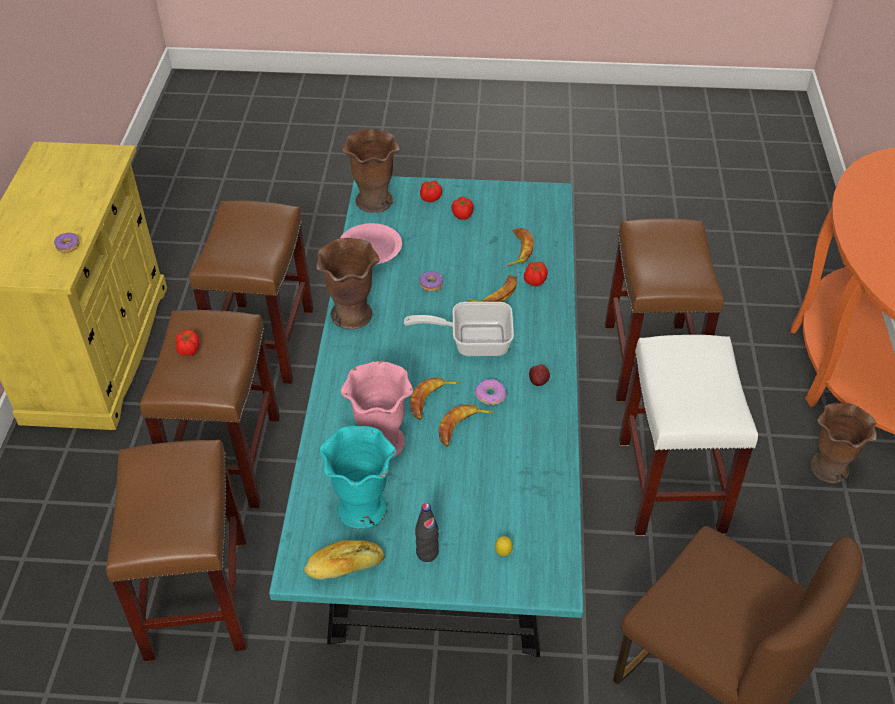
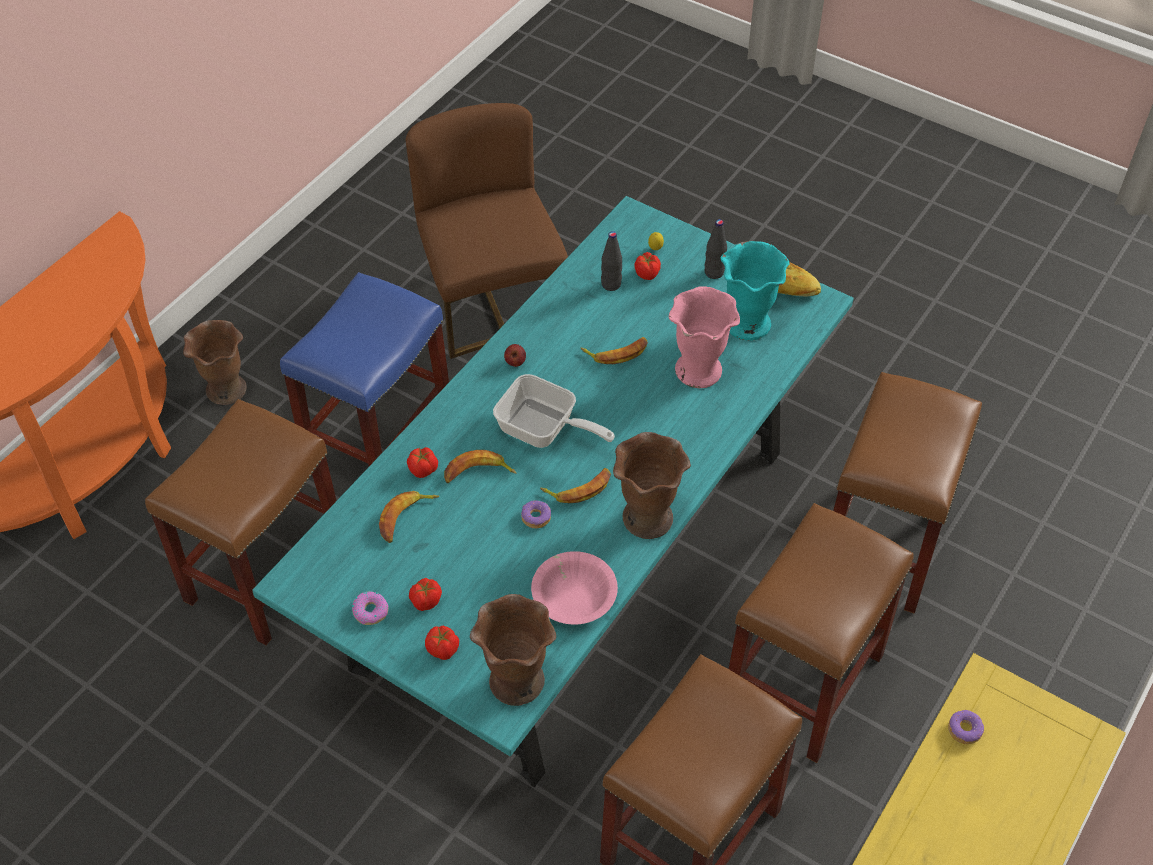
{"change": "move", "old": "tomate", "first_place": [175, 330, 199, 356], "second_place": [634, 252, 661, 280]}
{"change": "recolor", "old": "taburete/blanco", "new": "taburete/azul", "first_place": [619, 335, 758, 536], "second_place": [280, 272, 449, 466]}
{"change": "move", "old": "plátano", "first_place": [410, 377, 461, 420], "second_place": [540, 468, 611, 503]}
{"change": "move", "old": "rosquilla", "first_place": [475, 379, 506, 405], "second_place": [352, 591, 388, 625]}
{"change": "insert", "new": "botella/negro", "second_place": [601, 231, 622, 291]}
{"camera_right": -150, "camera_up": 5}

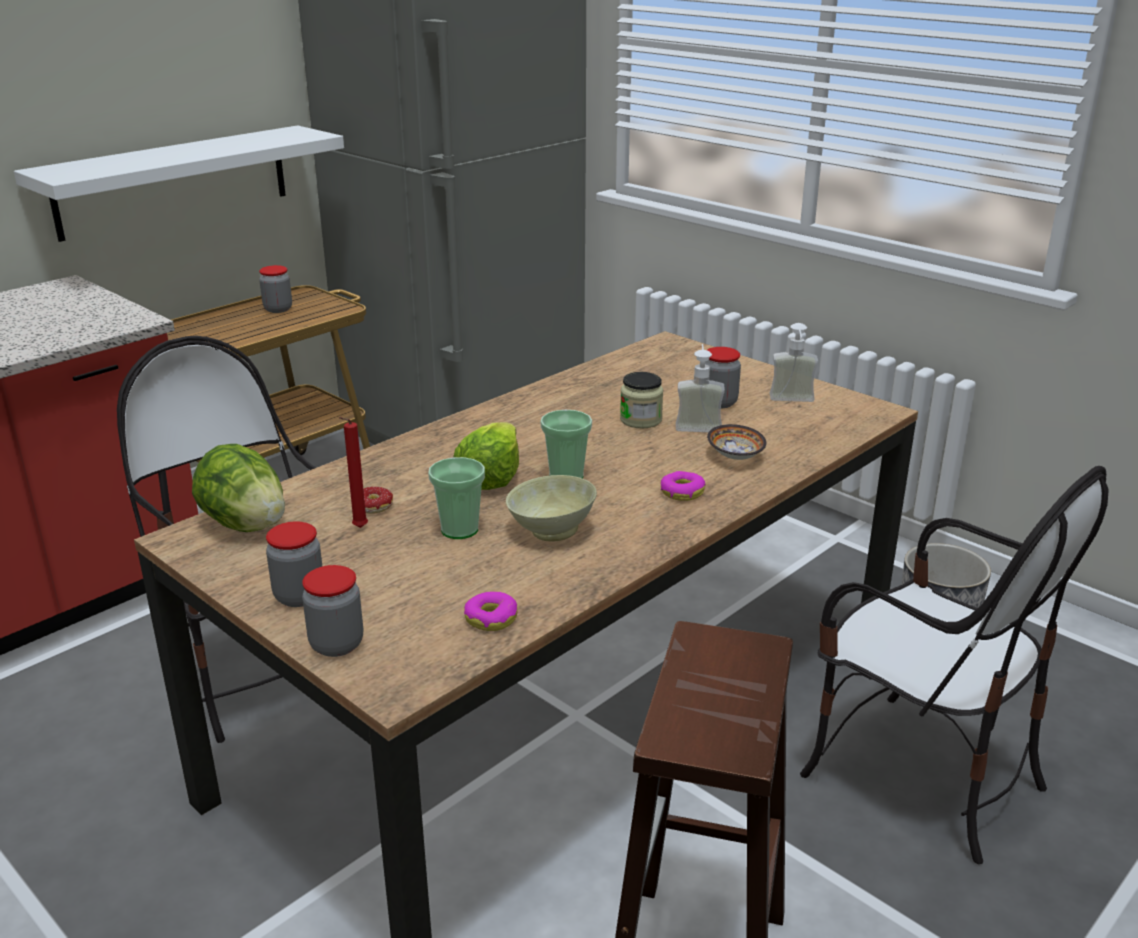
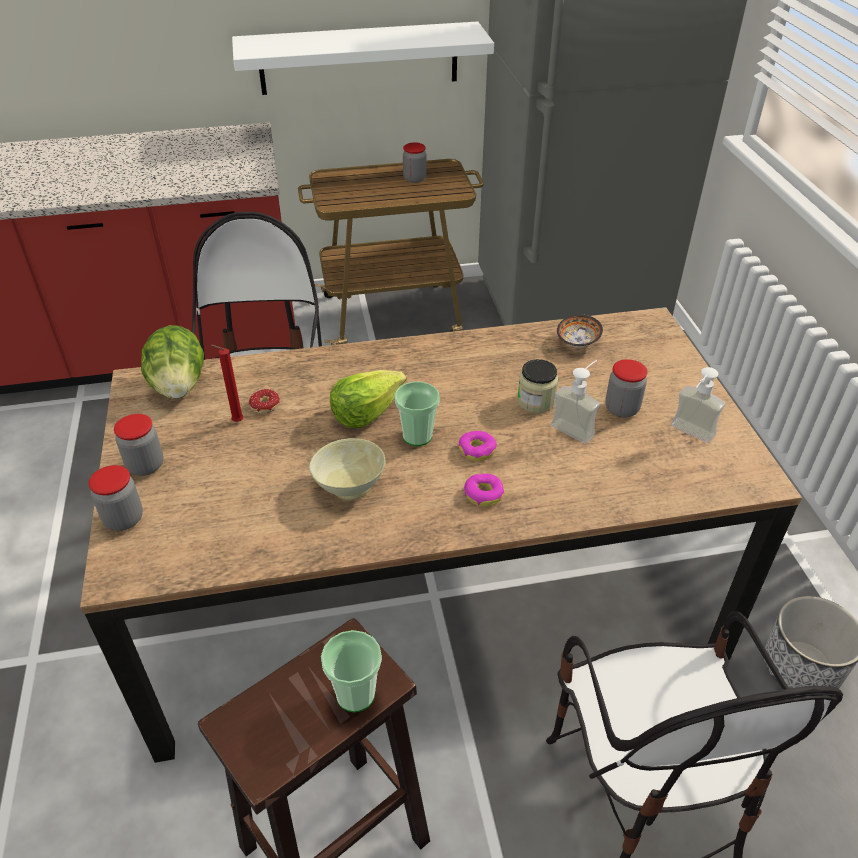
{"change": "move", "old": "cuenco", "first_place": [707, 424, 766, 460], "second_place": [557, 315, 603, 347]}
{"change": "move", "old": "taza", "first_place": [428, 457, 485, 539], "second_place": [321, 630, 382, 713]}
{"change": "move", "old": "rosquilla", "first_place": [464, 591, 518, 631], "second_place": [459, 431, 497, 461]}
{"camera_right": 35, "camera_up": 15}

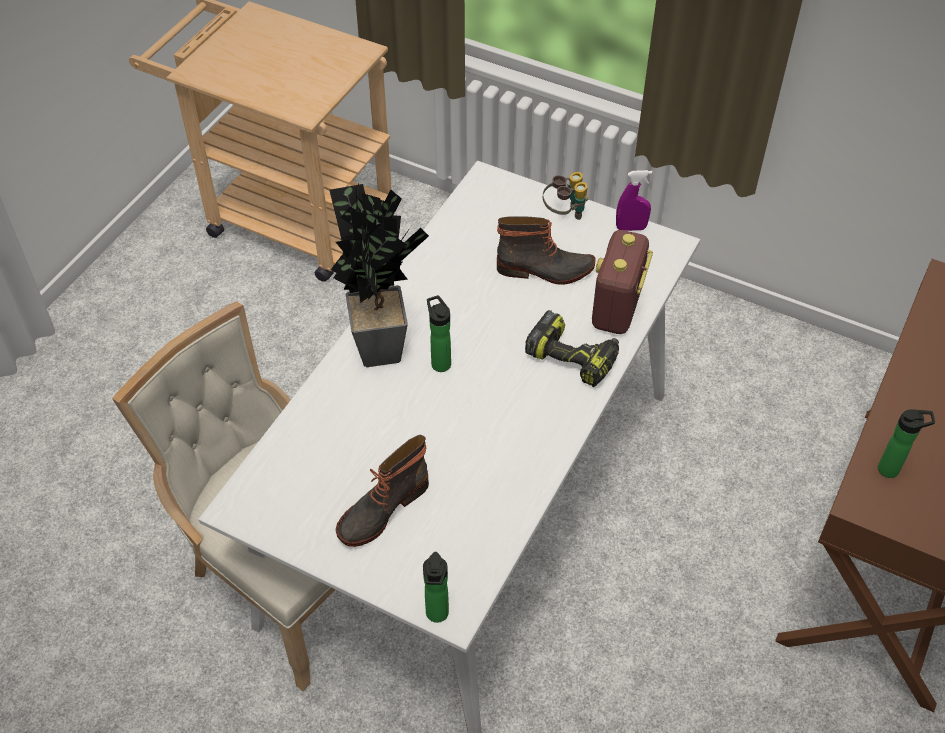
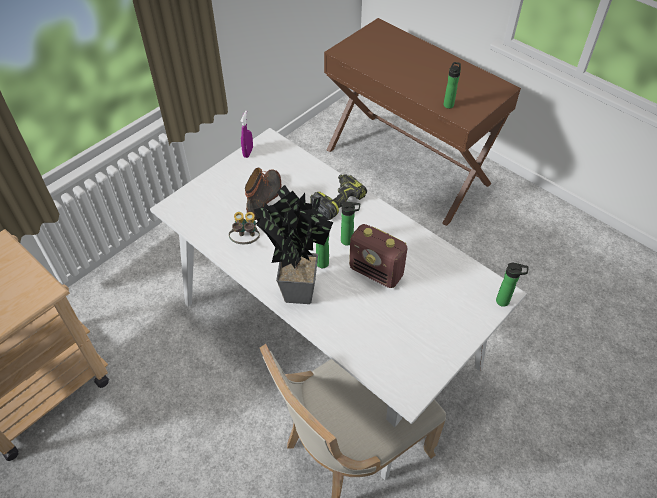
{"change": "move", "old": "prismáticos", "first_place": [543, 172, 589, 220], "second_place": [229, 212, 260, 244]}
{"change": "move", "old": "radio", "first_place": [592, 230, 653, 334], "second_place": [349, 224, 408, 288]}
{"change": "delete", "old": "bota", "first_place": [336, 435, 429, 547]}
{"change": "insert", "new": "botella", "second_place": [341, 201, 360, 246]}
{"camera_right": -75, "camera_up": 0}

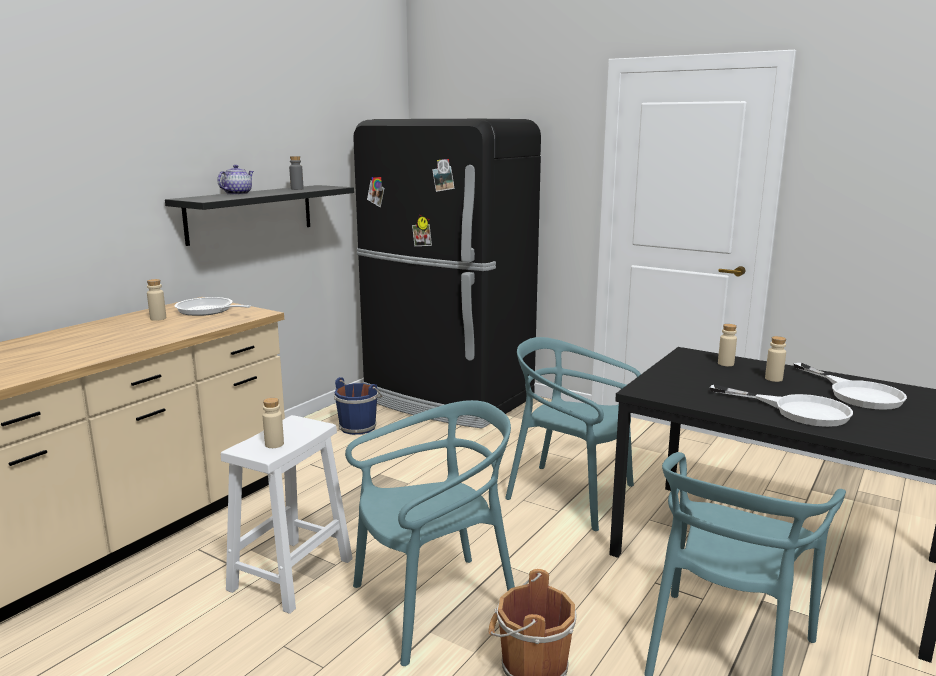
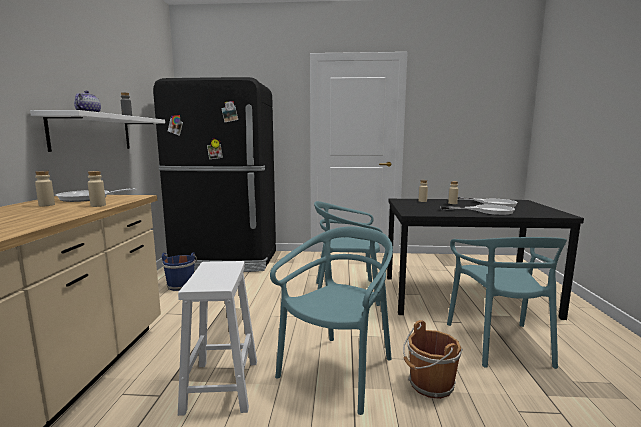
{"change": "recolor", "old": "estante/negro", "new": "estante/blanco", "first_place": [165, 185, 354, 246], "second_place": [30, 110, 165, 152]}
{"change": "move", "old": "botella/beis", "first_place": [263, 398, 284, 448], "second_place": [88, 171, 106, 207]}
{"camera_right": -30, "camera_up": -5}

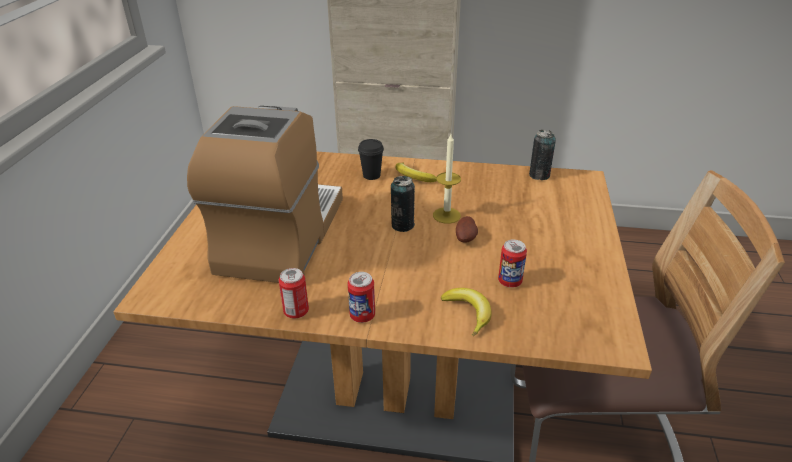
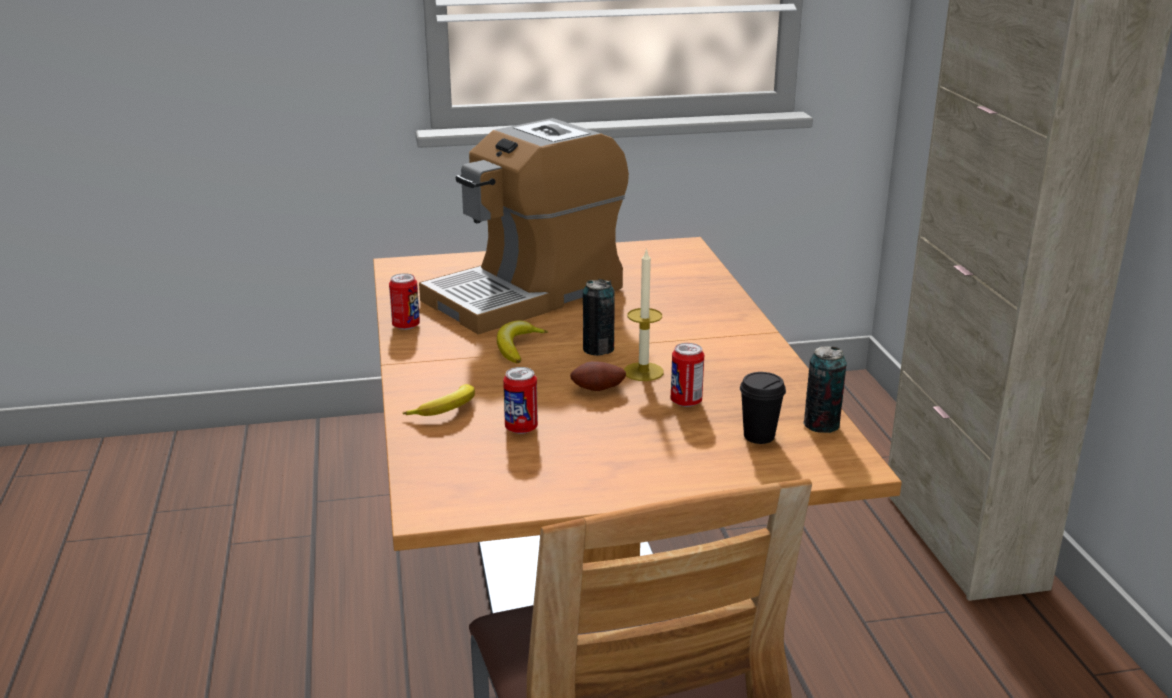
{"change": "rotate", "old": "cafetera", "first_place": [187, 106, 343, 283], "second_place": [419, 118, 629, 334], "degrees": 150}
{"change": "move", "old": "taza/negro", "first_place": [358, 139, 384, 180], "second_place": [740, 372, 786, 444]}
{"change": "move", "old": "plátano", "first_place": [396, 162, 437, 182], "second_place": [497, 320, 548, 363]}
{"change": "move", "old": "lata", "first_place": [347, 272, 375, 323], "second_place": [671, 343, 704, 407]}
{"camera_right": 70, "camera_up": -10}

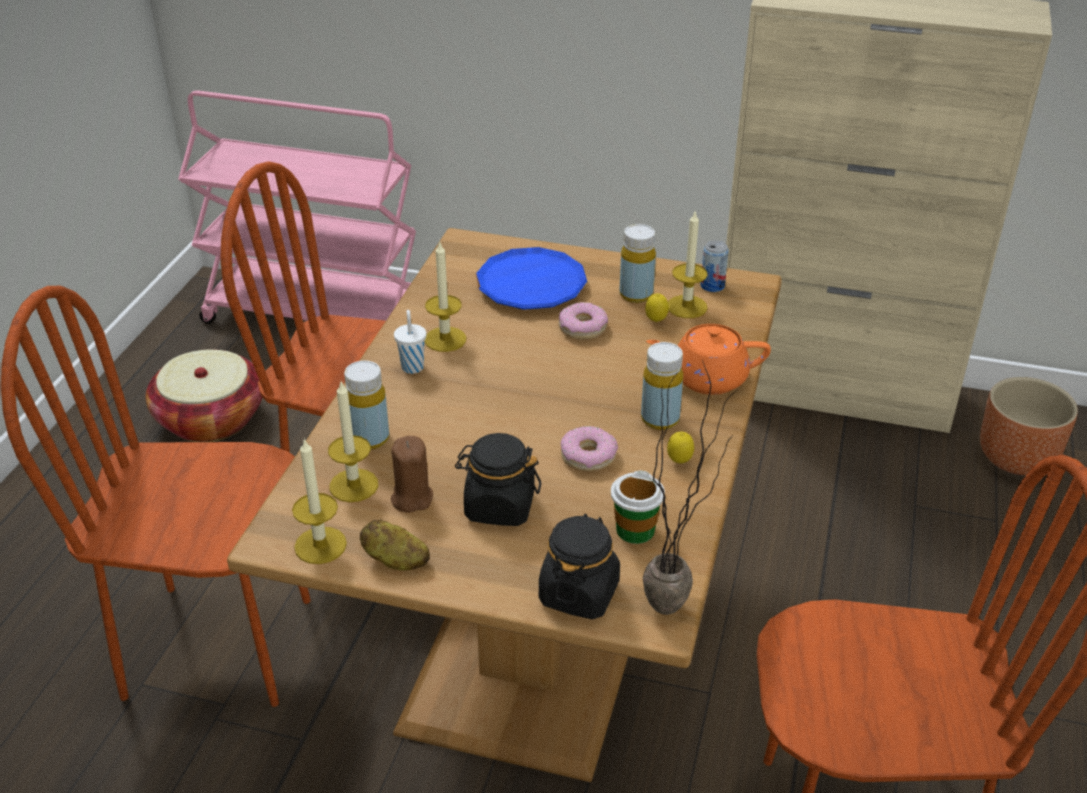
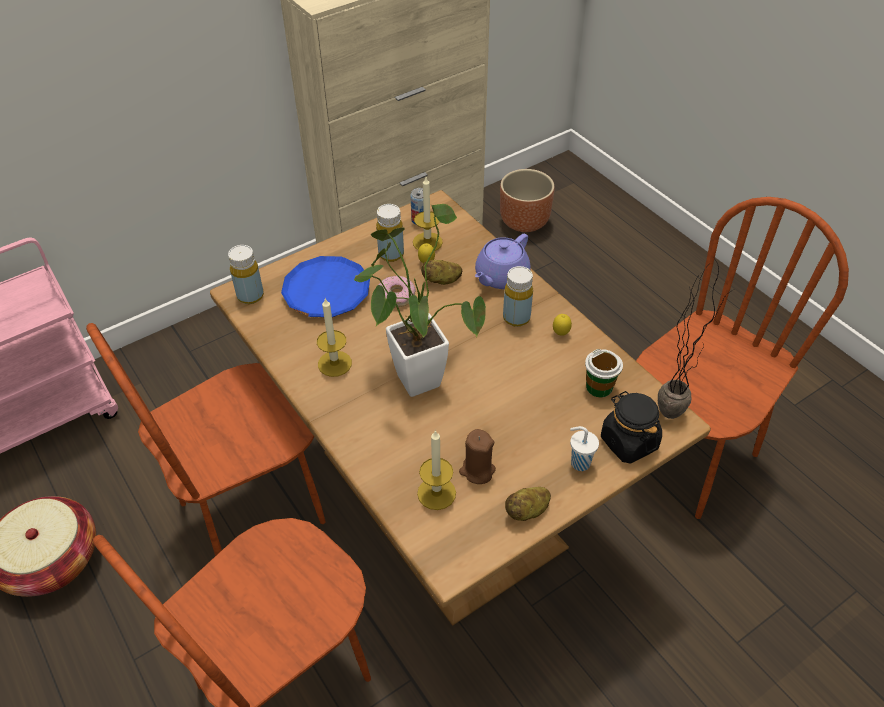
{"change": "move", "old": "taza/blanco", "first_place": [394, 310, 426, 374], "second_place": [570, 426, 599, 471]}
{"change": "recolor", "old": "tetera/naranja", "new": "tetera/morado", "first_place": [646, 324, 771, 395], "second_place": [475, 234, 531, 289]}
{"change": "move", "old": "botella/amarillo", "first_place": [344, 361, 389, 449], "second_place": [228, 245, 264, 304]}
{"change": "delete", "old": "rosquilla", "first_place": [561, 426, 618, 471]}
{"change": "delete", "old": "tarro/negro", "first_place": [455, 433, 541, 526]}
{"change": "delete", "old": "vela", "first_place": [292, 438, 347, 564]}
{"change": "insert", "new": "planta en maceta", "second_place": [354, 204, 486, 397]}
{"change": "insert", "new": "patata", "second_place": [421, 260, 462, 285]}
{"camera_right": -50, "camera_up": 10}

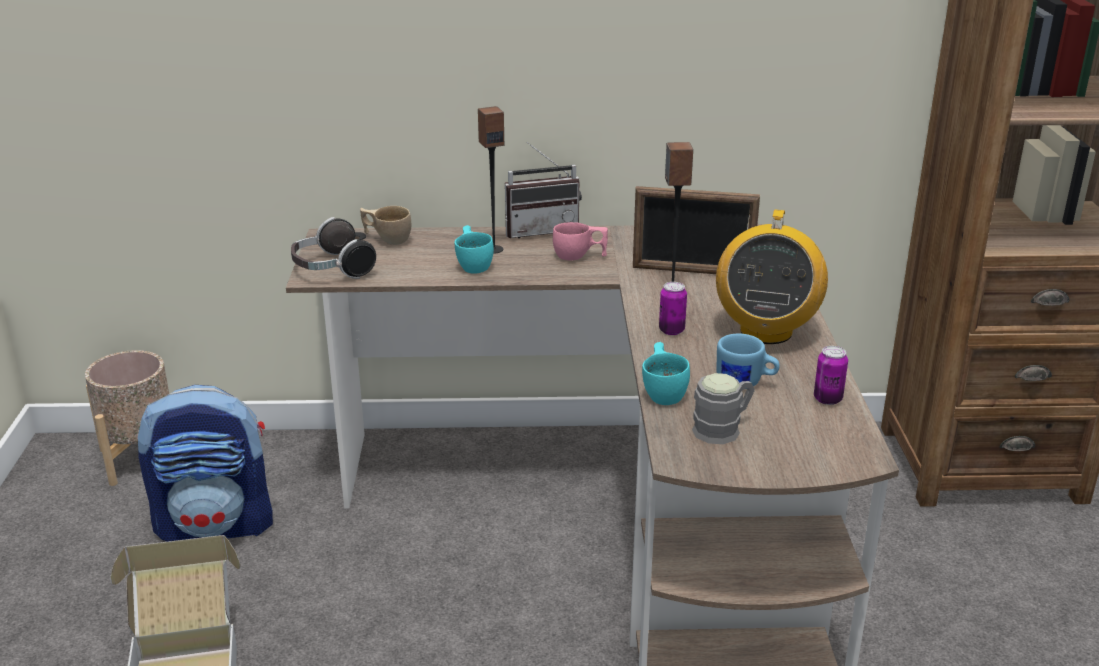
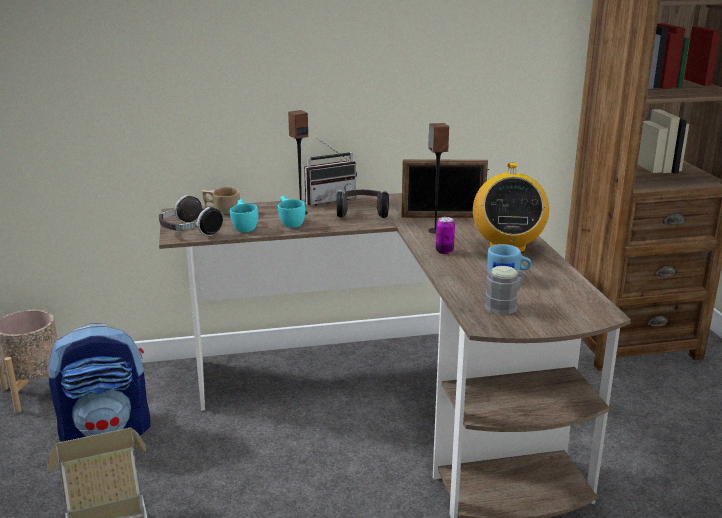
{"change": "replace", "old": "taza/rosa", "new": "auriculares", "first_place": [553, 222, 608, 261], "second_place": [336, 190, 389, 218]}
{"change": "move", "old": "taza/turquesa", "first_place": [642, 342, 690, 405], "second_place": [230, 199, 258, 232]}
{"change": "delete", "old": "lata", "first_place": [814, 346, 848, 405]}
{"camera_right": -10, "camera_up": -5}

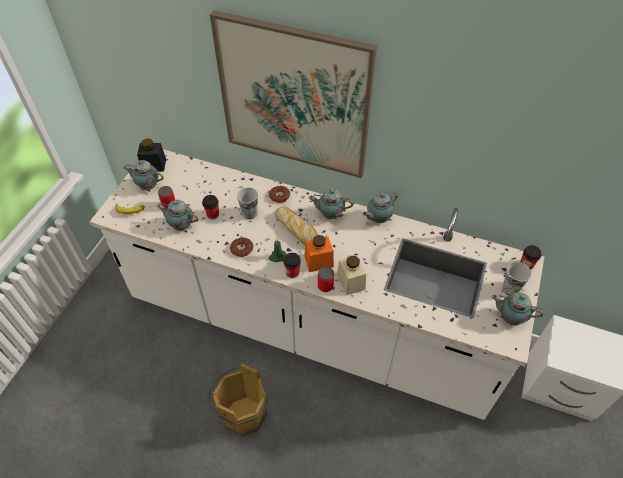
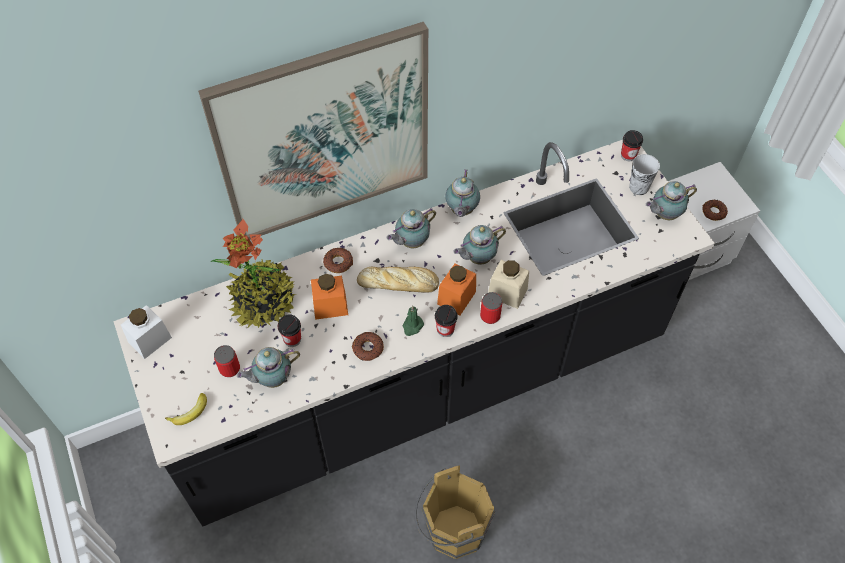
{"change": "recolor", "old": "tarro/negro", "new": "tarro/blanco", "first_place": [137, 138, 166, 172], "second_place": [121, 305, 172, 359]}
{"change": "recolor", "old": "mueble bajo de cocina/blanco", "new": "mueble bajo de cocina/negro", "first_place": [90, 149, 544, 420], "second_place": [113, 140, 715, 527]}
{"change": "move", "old": "tetera", "first_place": [123, 160, 164, 190], "second_place": [453, 225, 506, 265]}
{"change": "replace", "old": "taza", "new": "tarro/naranja", "first_place": [237, 187, 258, 220], "second_place": [311, 274, 348, 320]}
{"change": "insert", "new": "rosquilla", "second_place": [703, 200, 728, 221]}
{"change": "insert", "new": "planta en maceta", "second_place": [211, 219, 296, 329]}
{"camera_right": -45, "camera_up": 5}

